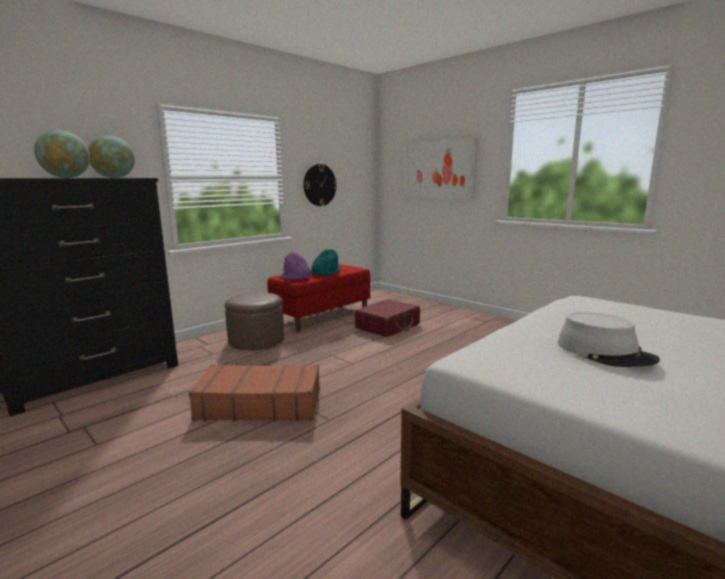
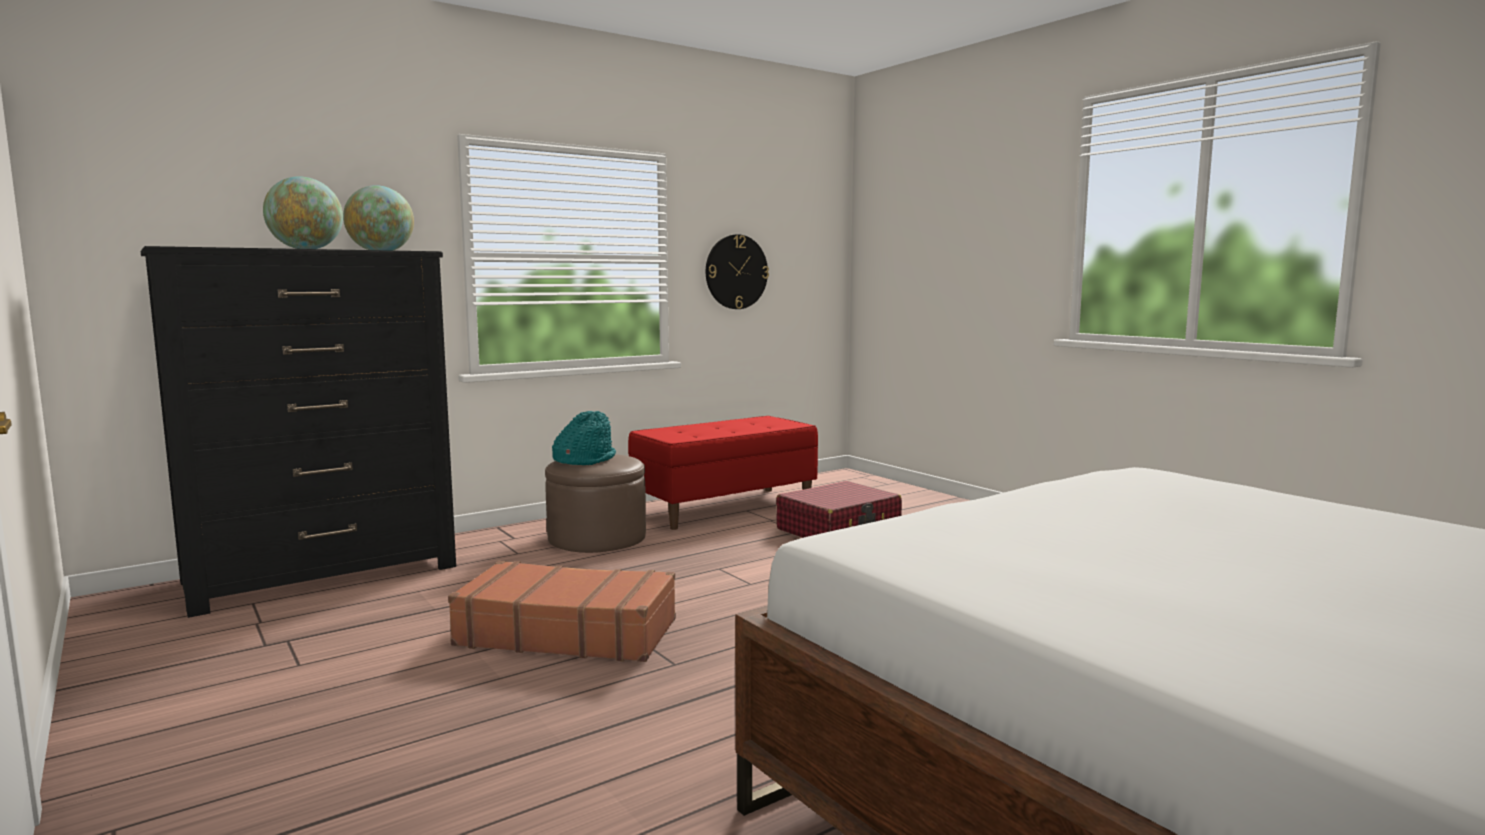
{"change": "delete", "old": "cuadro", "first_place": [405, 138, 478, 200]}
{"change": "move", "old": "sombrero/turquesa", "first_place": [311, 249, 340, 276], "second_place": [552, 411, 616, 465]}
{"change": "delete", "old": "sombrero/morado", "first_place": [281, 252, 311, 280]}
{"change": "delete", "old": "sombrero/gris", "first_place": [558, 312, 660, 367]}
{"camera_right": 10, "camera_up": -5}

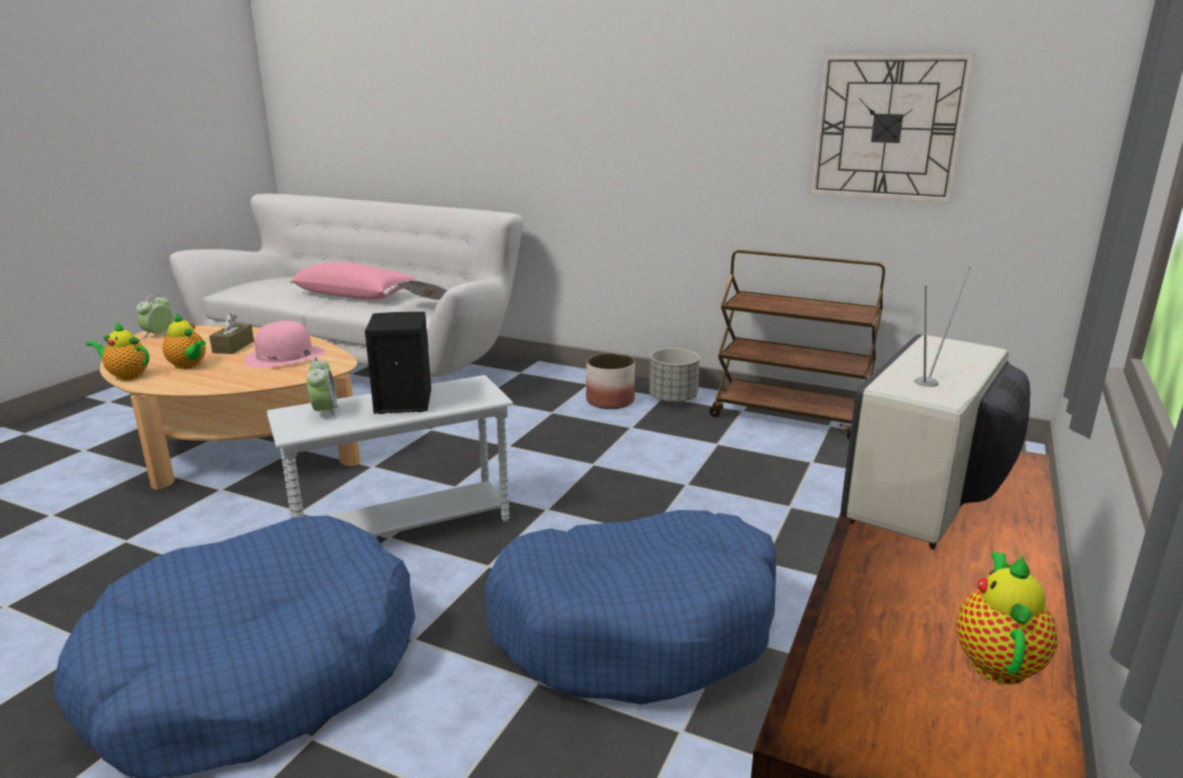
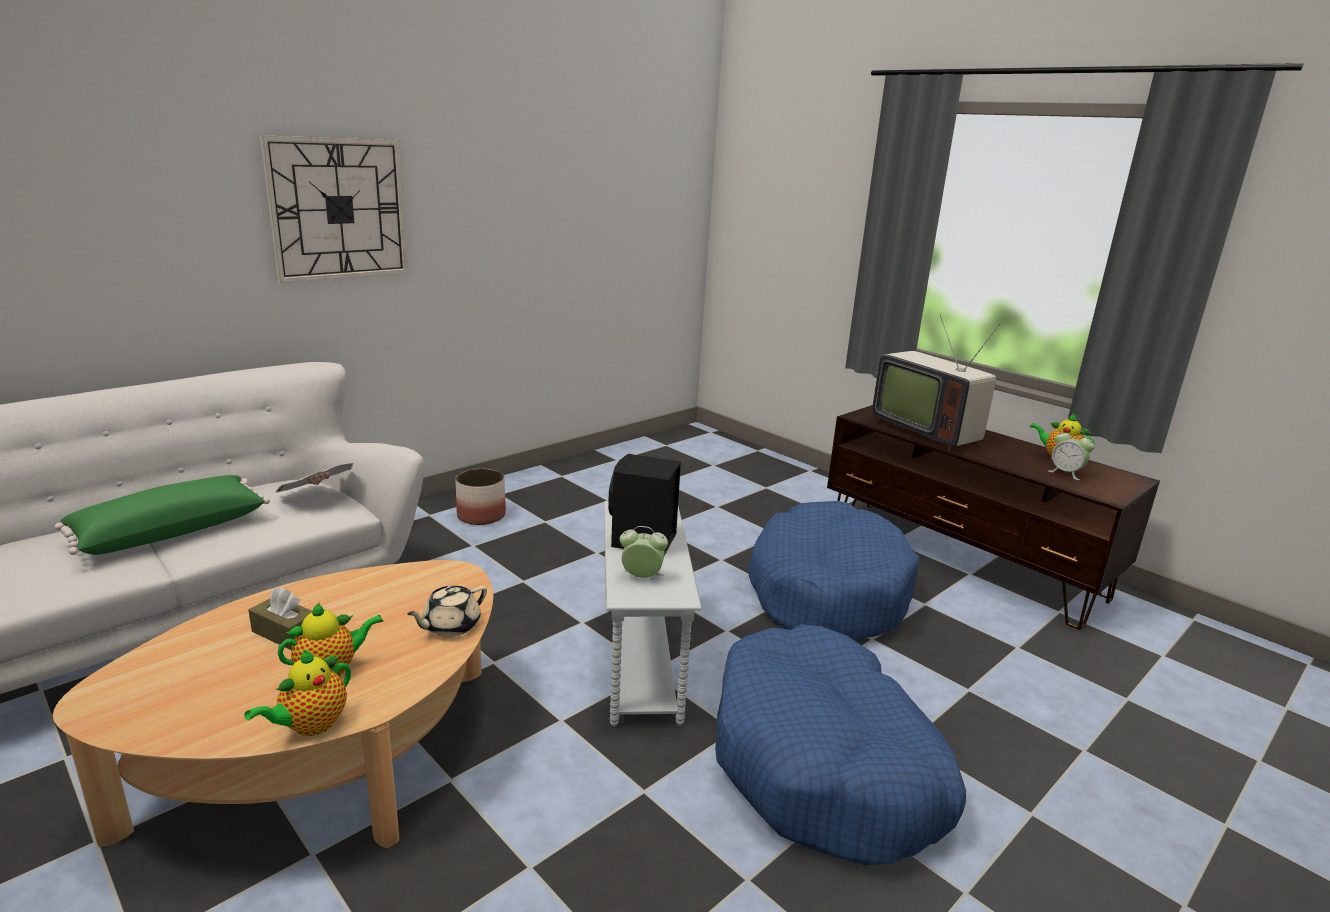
{"change": "move", "old": "reloj de pared", "first_place": [810, 54, 974, 203], "second_place": [260, 135, 408, 283]}
{"change": "delete", "old": "carrito/marrón", "first_place": [709, 250, 885, 439]}
{"change": "recolor", "old": "cojín/rosa", "new": "cojín/verde", "first_place": [289, 263, 416, 300], "second_place": [54, 475, 270, 555]}
{"change": "move", "old": "despertador", "first_place": [136, 294, 173, 339], "second_place": [1047, 429, 1095, 480]}
{"change": "delete", "old": "sombrero/rosa", "first_place": [244, 321, 325, 368]}
{"change": "delete", "old": "maceta/gris", "first_place": [649, 348, 700, 403]}
{"change": "insert", "new": "tetera/beis", "second_place": [407, 585, 487, 637]}
{"camera_right": -70, "camera_up": 0}

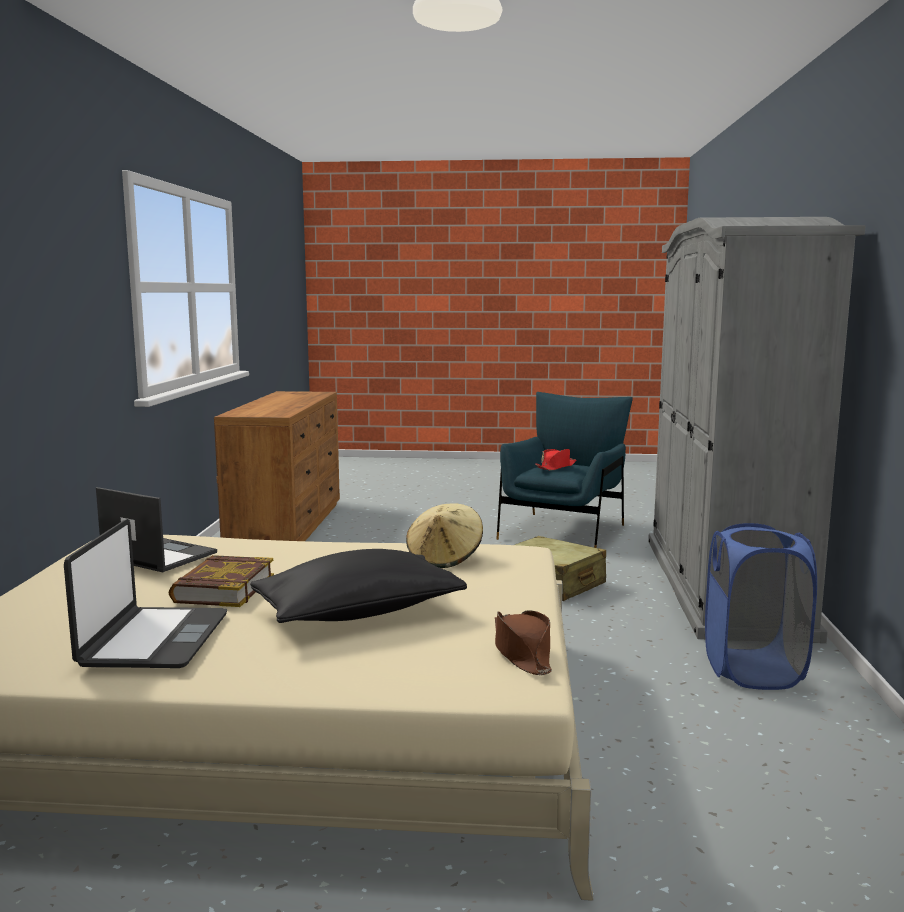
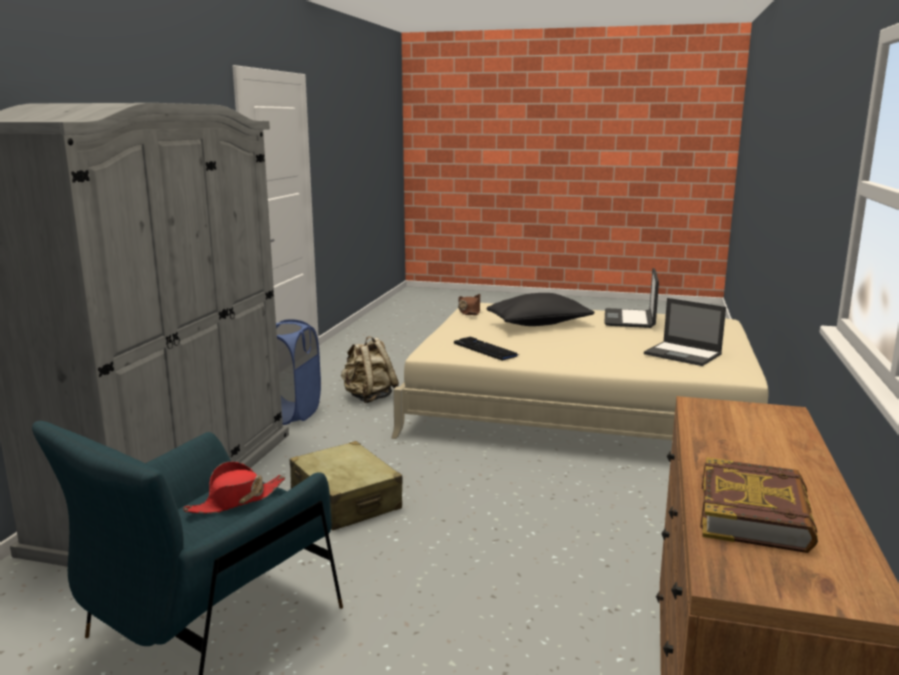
{"change": "replace", "old": "sombrero/beis", "new": "teclado", "first_place": [406, 503, 483, 568], "second_place": [454, 337, 519, 361]}
{"change": "move", "old": "libro", "first_place": [169, 555, 274, 607], "second_place": [700, 457, 818, 553]}
{"change": "insert", "new": "mochila/beis", "second_place": [341, 336, 399, 403]}
{"camera_right": -170, "camera_up": 5}

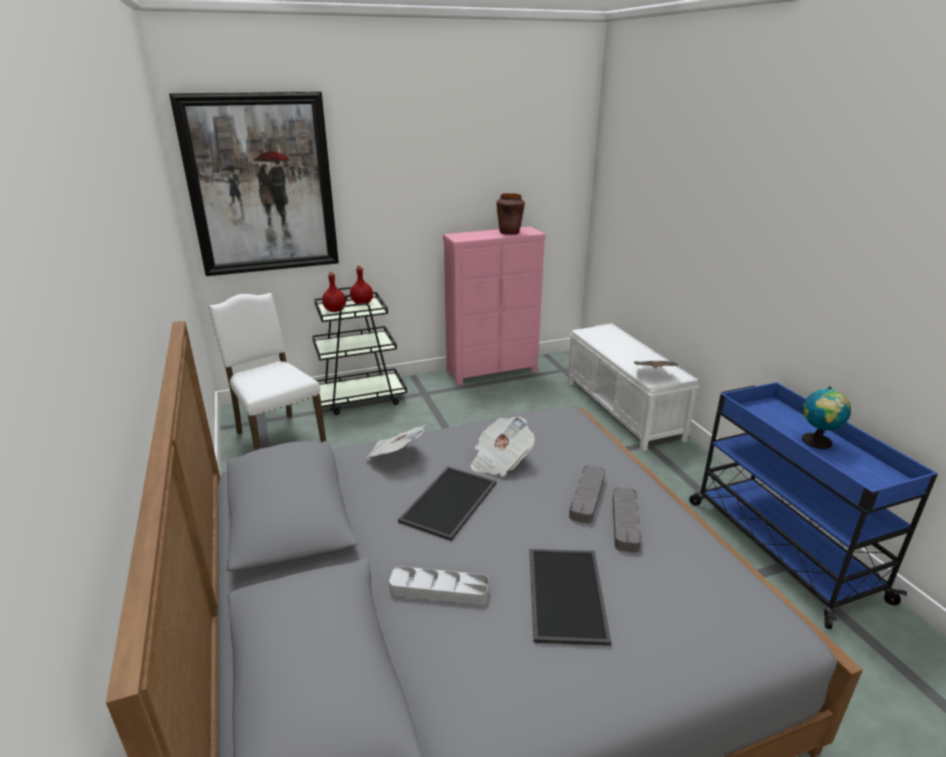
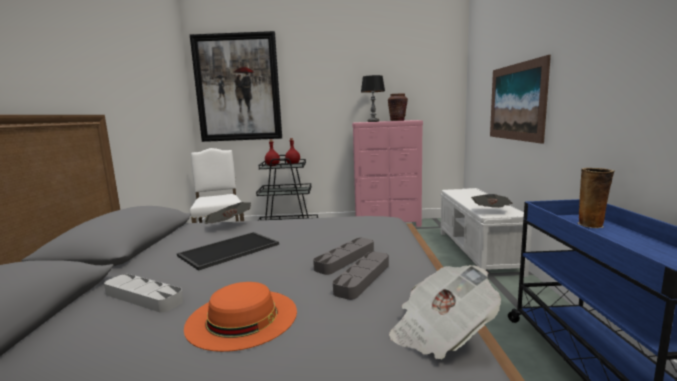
{"change": "delete", "old": "globo terráqueo", "first_place": [802, 387, 851, 449]}
{"change": "move", "old": "periódico", "first_place": [470, 417, 535, 476], "second_place": [389, 265, 501, 359]}
{"change": "replace", "old": "bandeja", "new": "sombrero/naranja", "first_place": [529, 549, 611, 646], "second_place": [184, 282, 297, 352]}
{"change": "insert", "new": "cuadro", "second_place": [490, 55, 551, 144]}
{"change": "insert", "new": "lámpara de mesa", "second_place": [361, 75, 385, 122]}
{"change": "insert", "new": "florero", "second_place": [577, 168, 615, 228]}
{"camera_right": 20, "camera_up": -15}

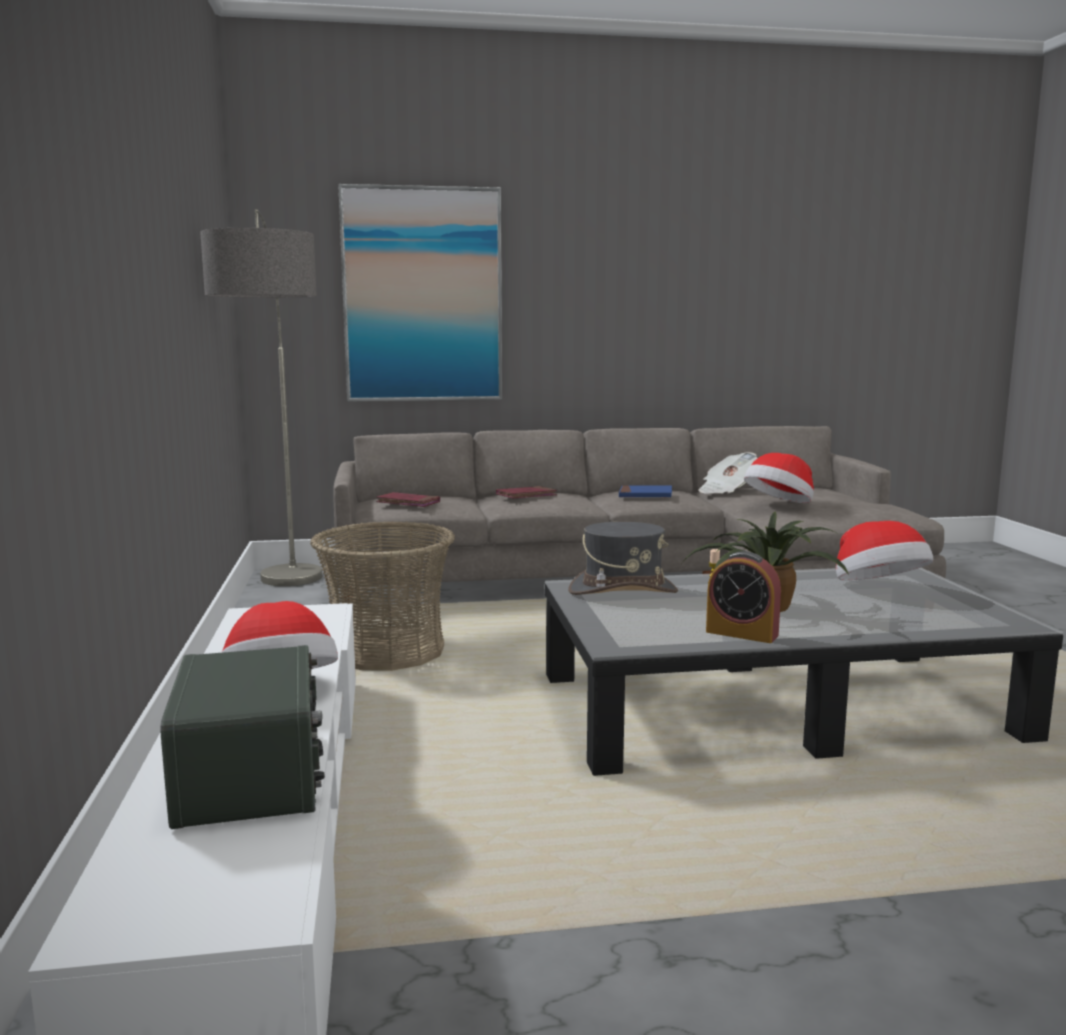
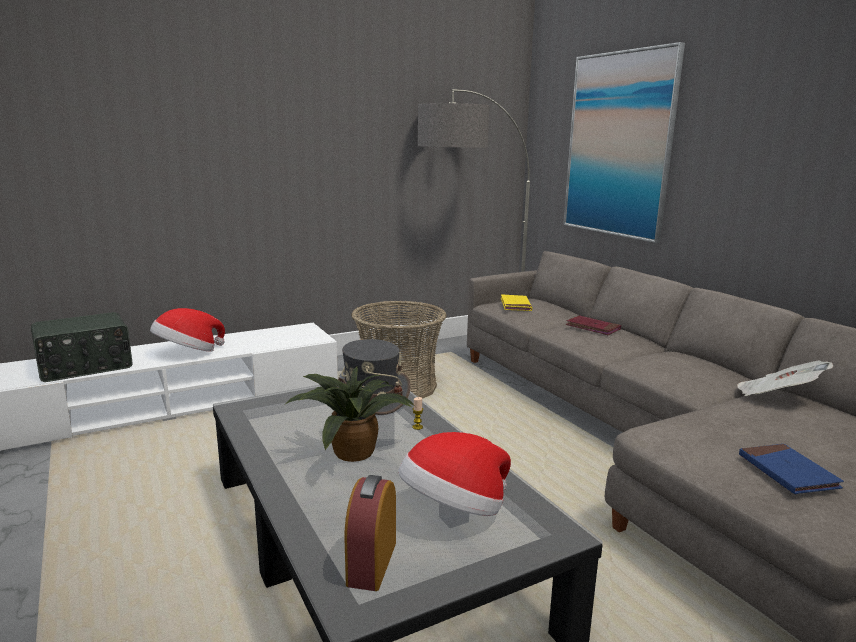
{"change": "delete", "old": "sombrero", "first_place": [744, 453, 814, 503]}
{"change": "move", "old": "libro/azul", "first_place": [619, 485, 672, 498], "second_place": [739, 444, 844, 494]}
{"change": "recolor", "old": "libro/rojo", "new": "libro/amarillo", "first_place": [376, 492, 440, 507], "second_place": [501, 294, 532, 311]}
{"change": "move", "old": "despertador", "first_place": [706, 551, 781, 643], "second_place": [344, 475, 396, 591]}
{"camera_right": 70, "camera_up": 5}

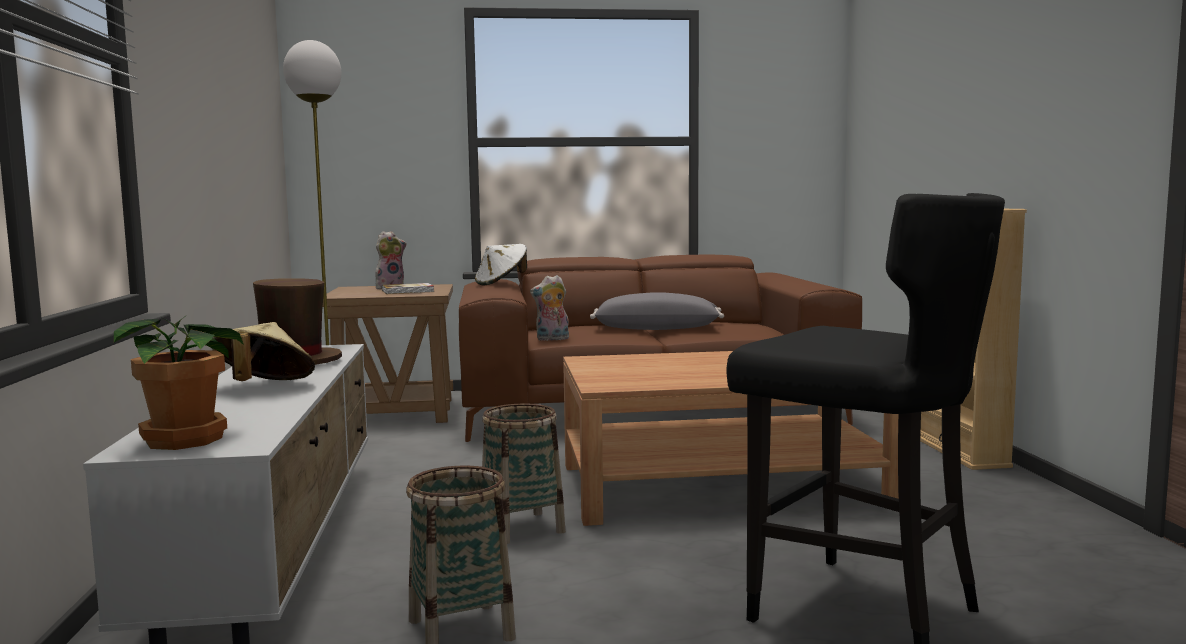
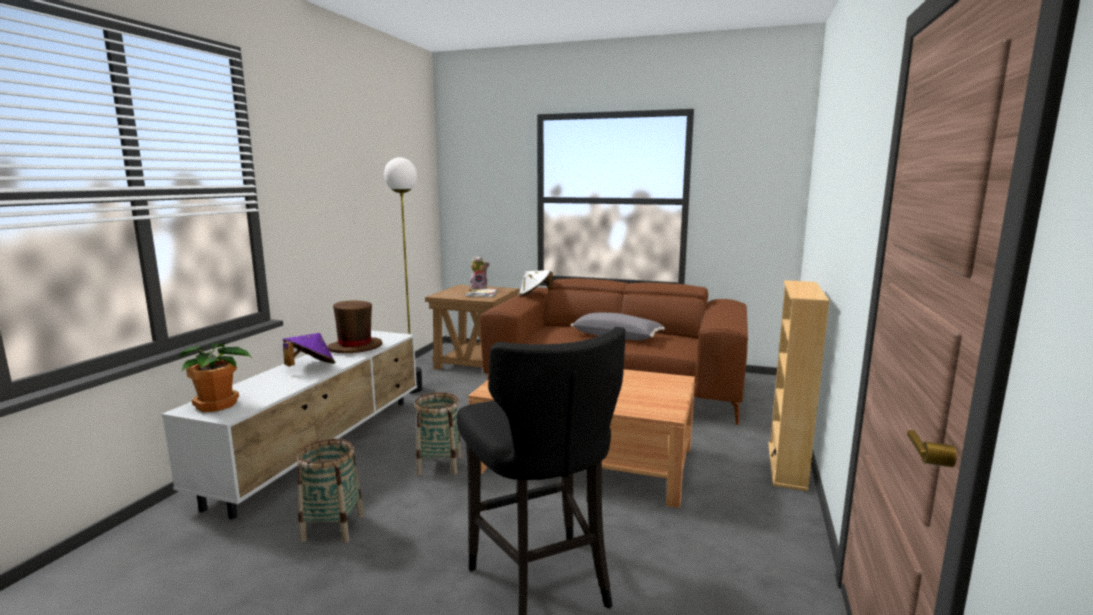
{"change": "delete", "old": "peluche", "first_place": [530, 275, 569, 341]}
{"change": "recolor", "old": "sombrero/beis", "new": "sombrero/morado", "first_place": [212, 322, 315, 381], "second_place": [283, 333, 335, 366]}
{"camera_right": 25, "camera_up": 5}

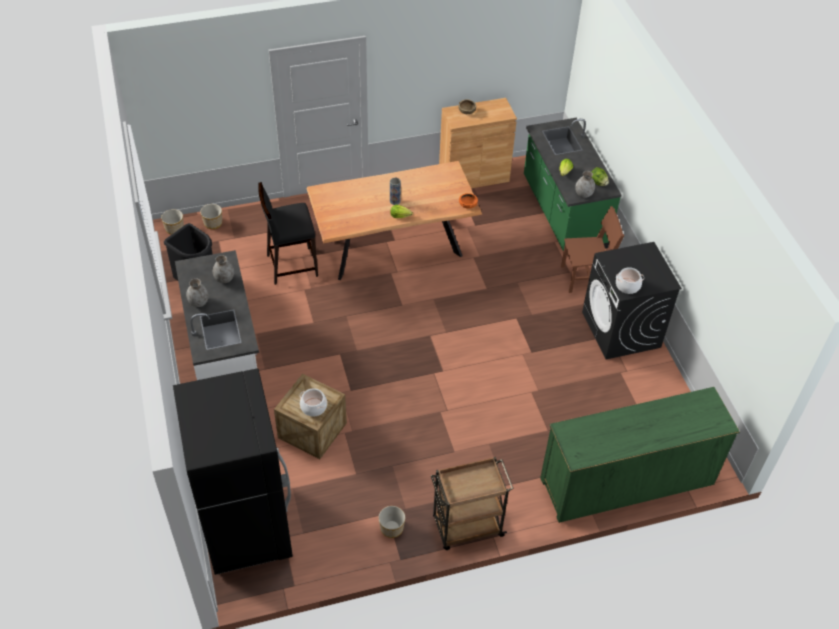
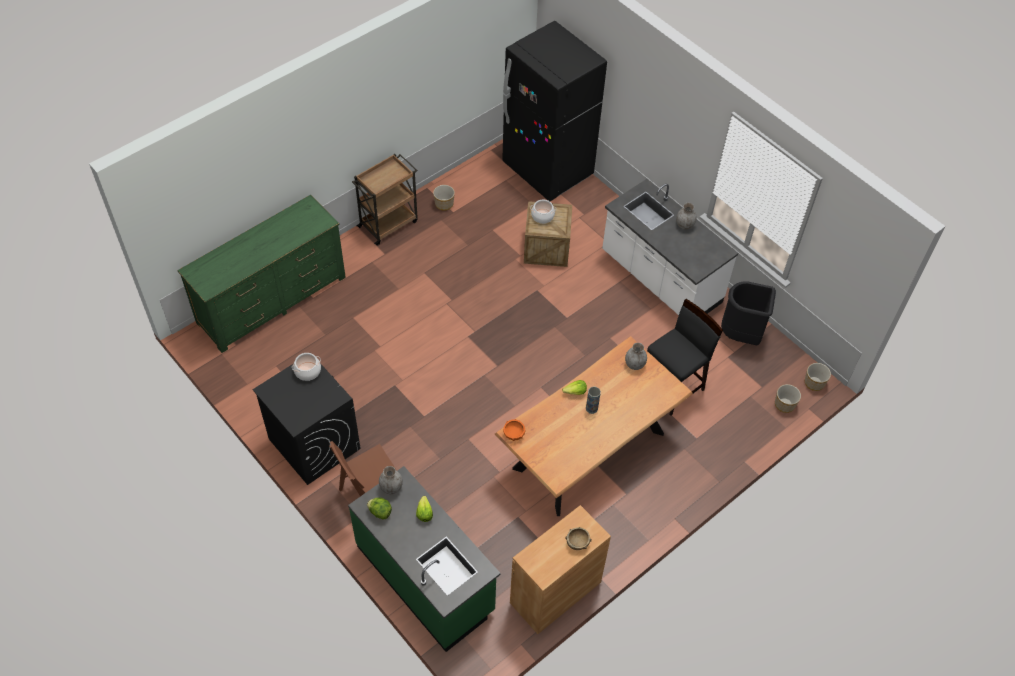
{"change": "move", "old": "florero/gris", "first_place": [213, 255, 234, 283], "second_place": [625, 343, 647, 370]}
{"camera_right": 155, "camera_up": 5}

